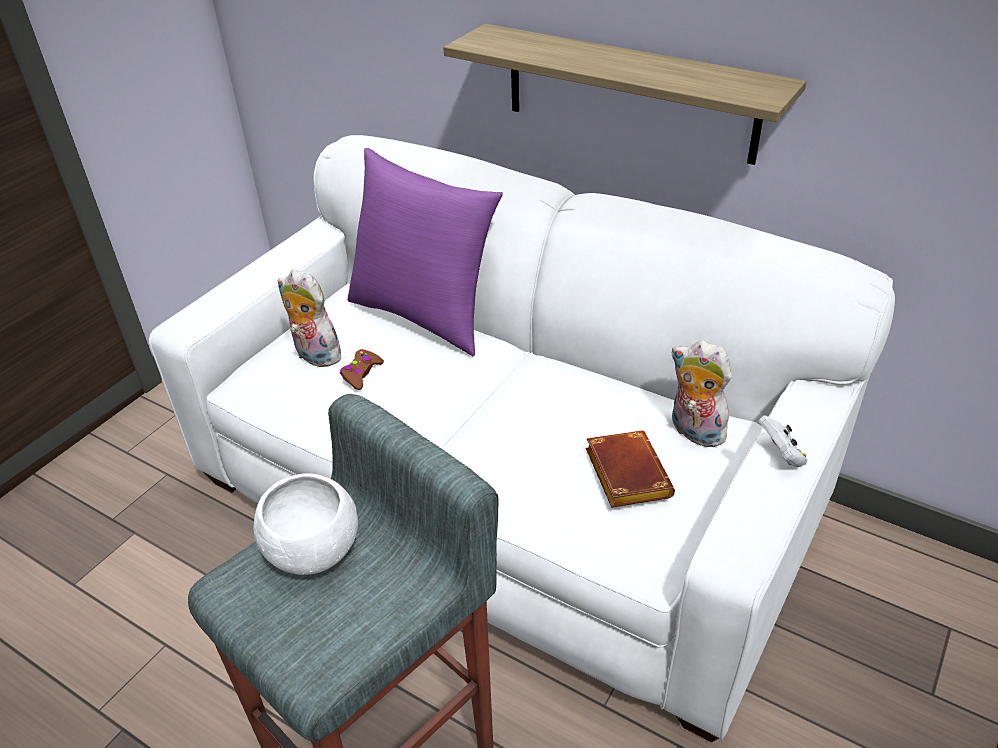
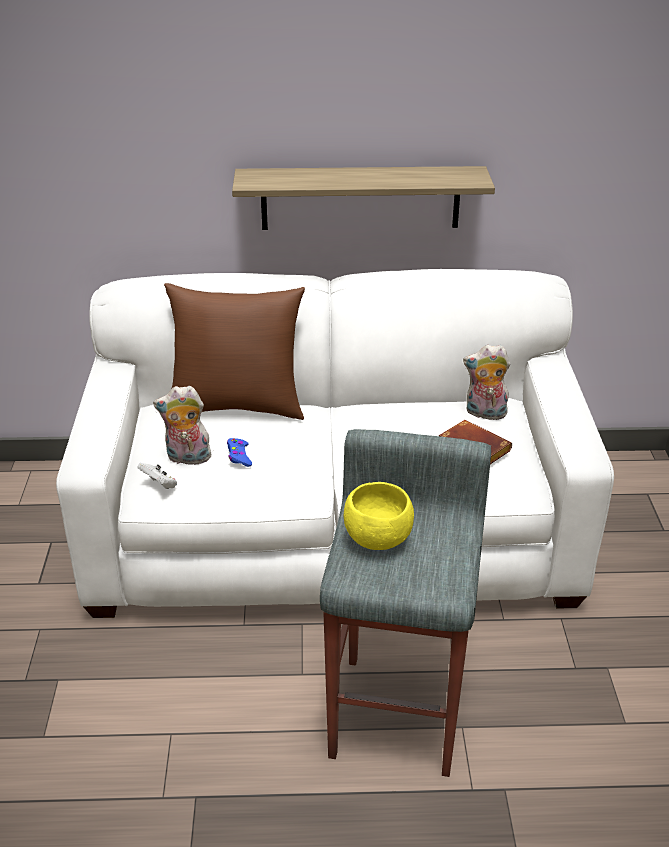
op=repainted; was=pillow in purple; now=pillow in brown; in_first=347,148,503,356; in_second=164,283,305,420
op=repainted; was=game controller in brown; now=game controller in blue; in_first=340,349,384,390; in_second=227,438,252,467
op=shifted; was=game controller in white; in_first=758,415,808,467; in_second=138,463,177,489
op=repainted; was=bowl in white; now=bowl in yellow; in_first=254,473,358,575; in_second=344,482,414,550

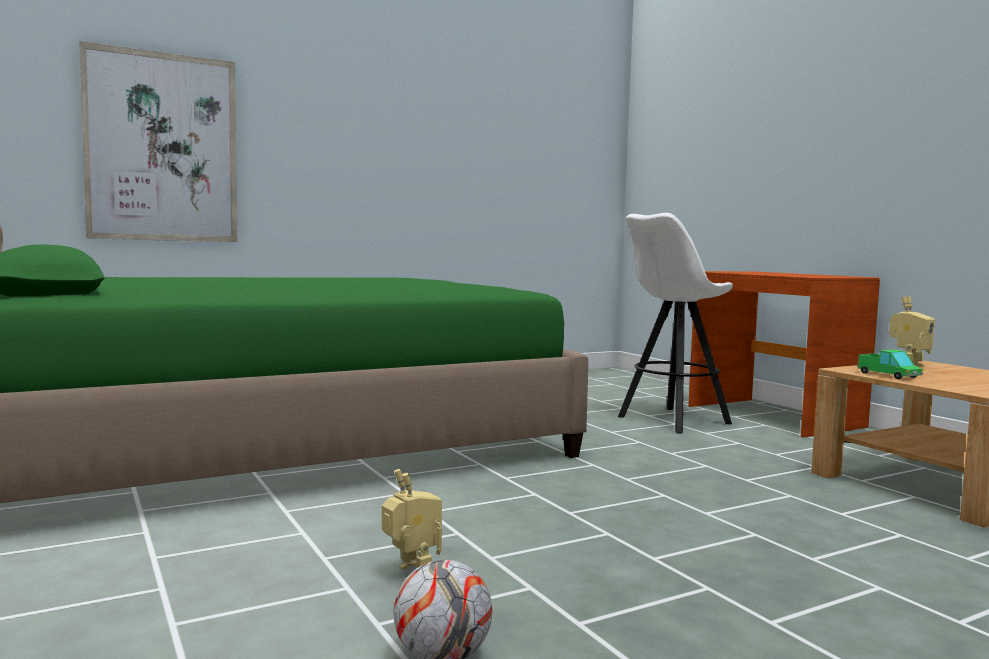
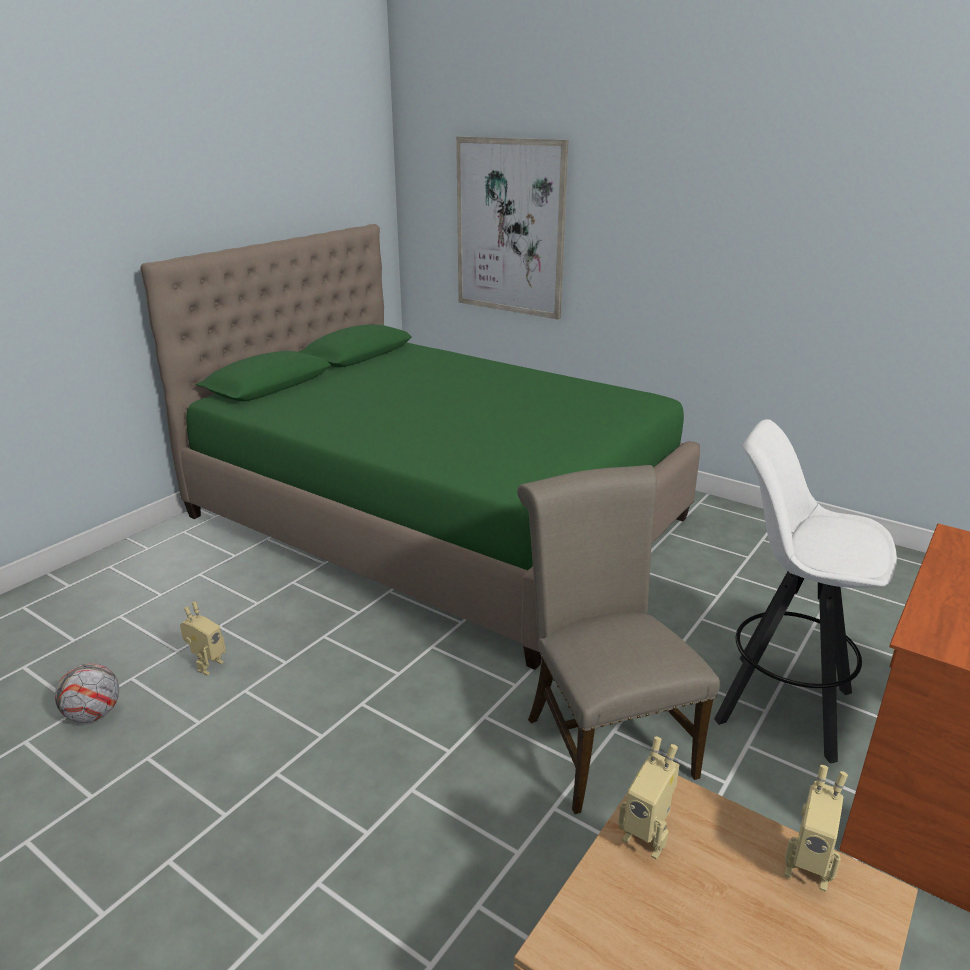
op=swapped; was=toy truck; now=toy robot; in_first=857,350,923,379; in_second=618,737,680,860
op=new; now=chair in beige; in_second=517,465,720,814

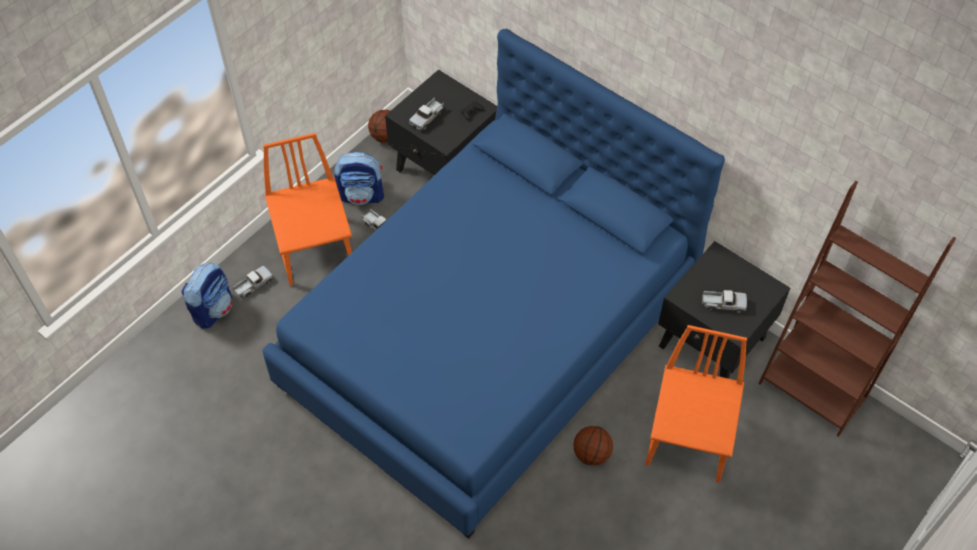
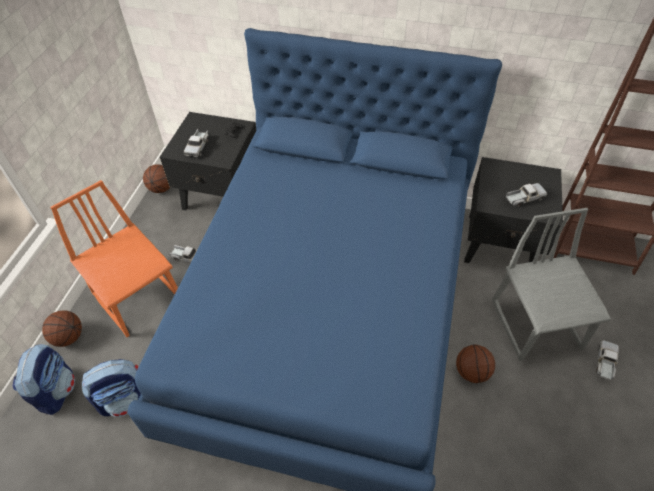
op=shifted; was=backpack; in_first=335,152,384,205; in_second=82,359,141,417
op=shifted; was=toy truck; in_first=233,266,273,297; in_second=596,340,619,380
op=repainted; was=chair in orange; now=chair in grey; in_first=645,325,747,482; in_second=492,208,611,361
op=new; now=basketball; in_second=42,310,82,347

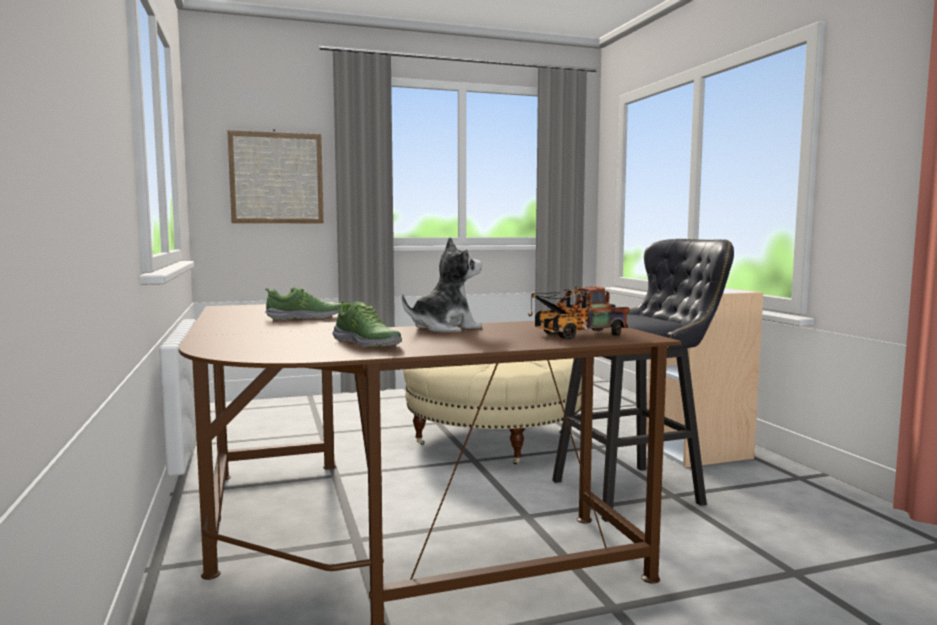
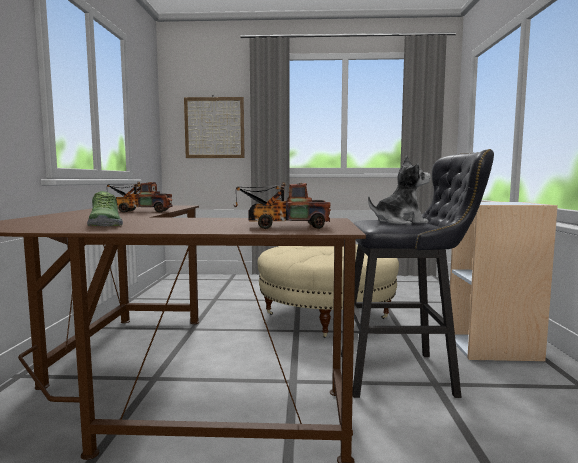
op=shifted; was=plush toy; in_first=402,237,482,332; in_second=368,156,431,225
op=swapped; was=shoe; now=toy truck; in_first=265,286,340,320; in_second=107,182,172,213

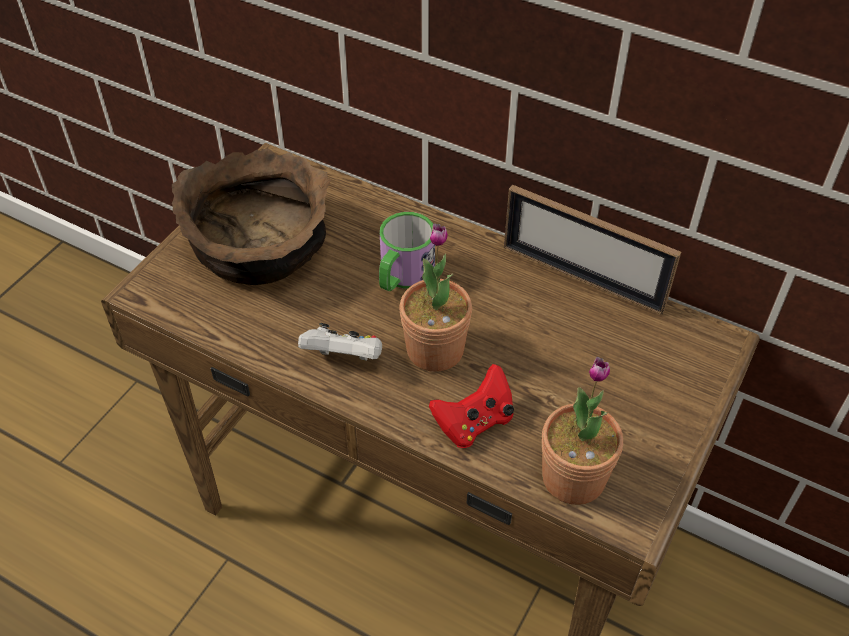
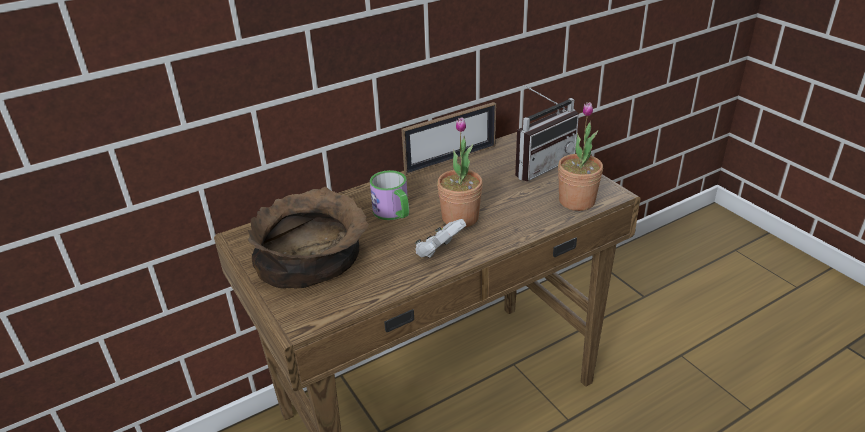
op=gone; was=game controller in red; in_first=429,364,514,448
op=new; now=radio; in_second=515,85,579,181

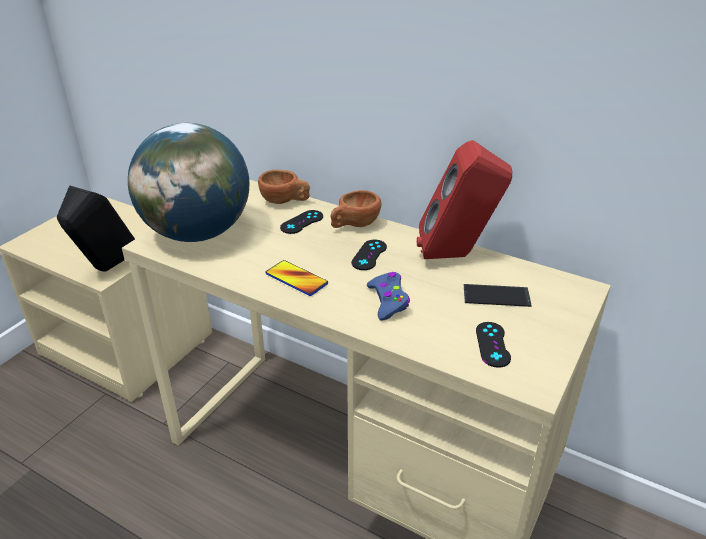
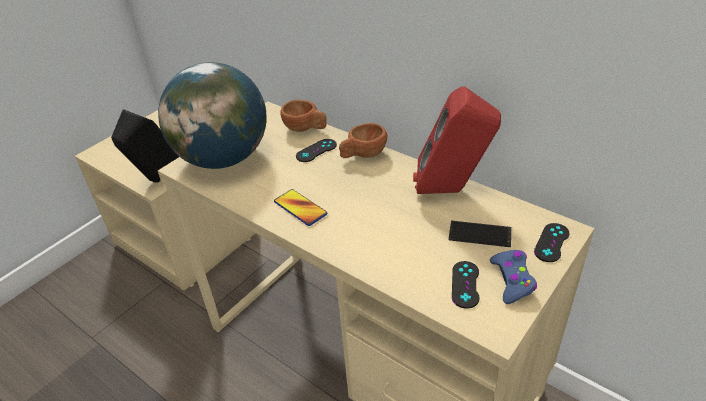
op=shifted; was=game controller in black; in_first=351,240,387,270; in_second=534,223,569,262
op=shifted; was=game controller in blue; in_first=367,272,410,320; in_second=490,250,537,304

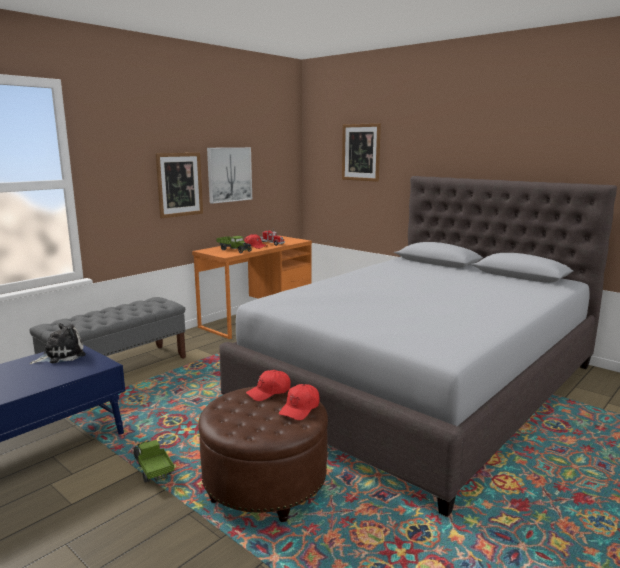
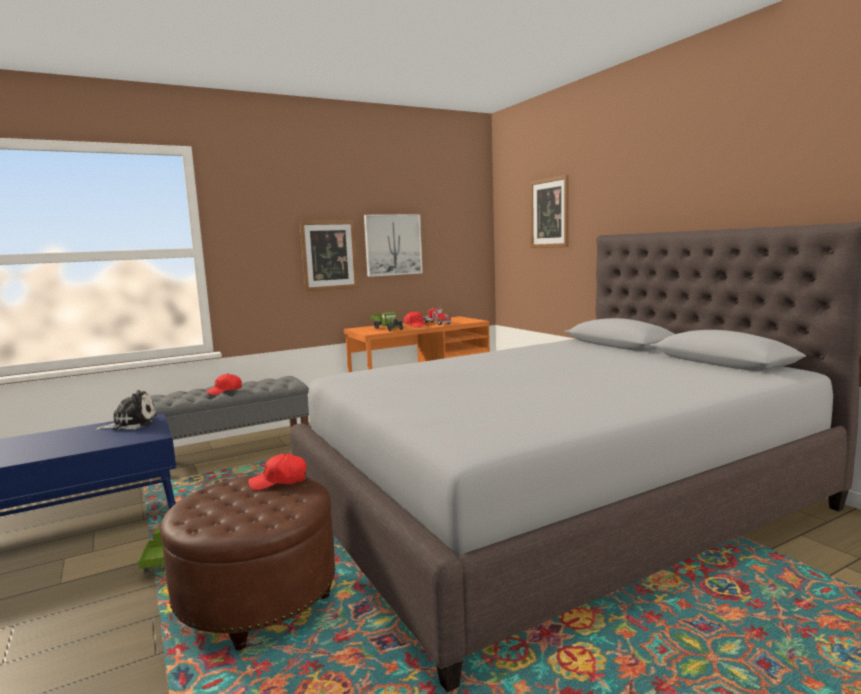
op=shifted; was=cap in red; in_first=279,384,320,420; in_second=205,373,242,395

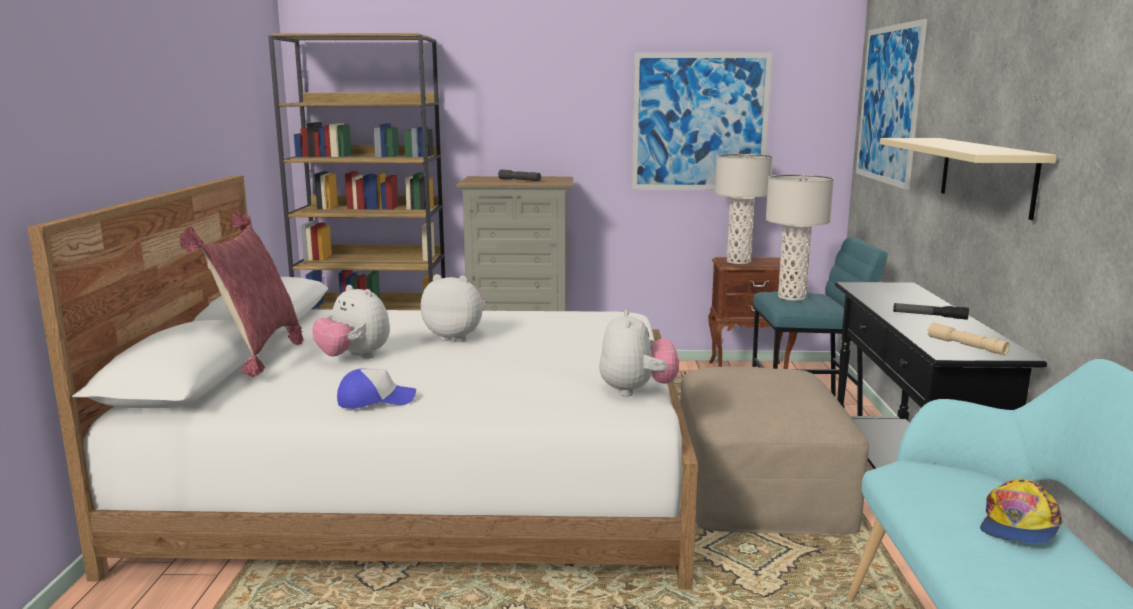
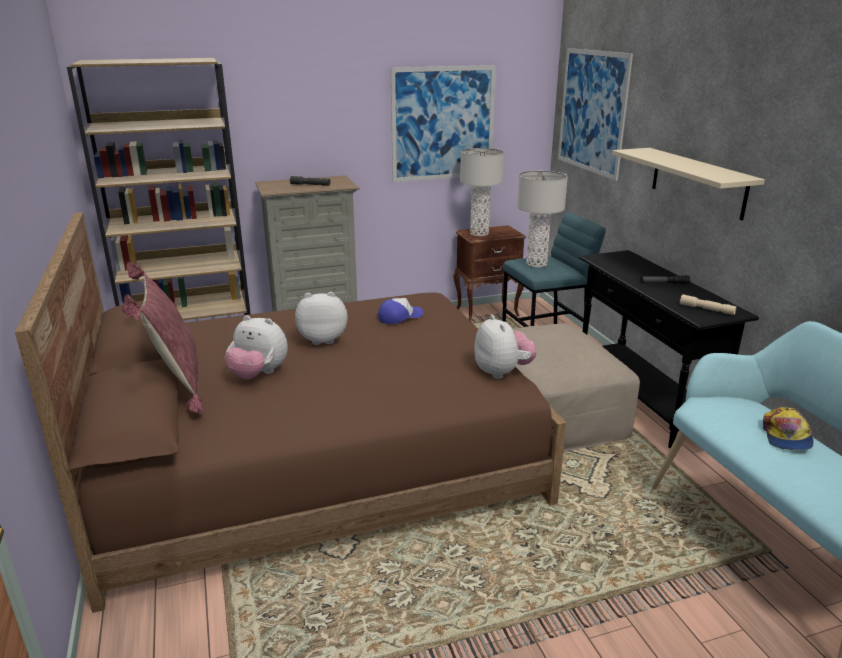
op=repainted; was=bed in white; now=bed in brown; in_first=27,175,698,589; in_second=15,212,566,613
op=shifted; was=cap; in_first=337,368,416,409; in_second=378,298,423,324

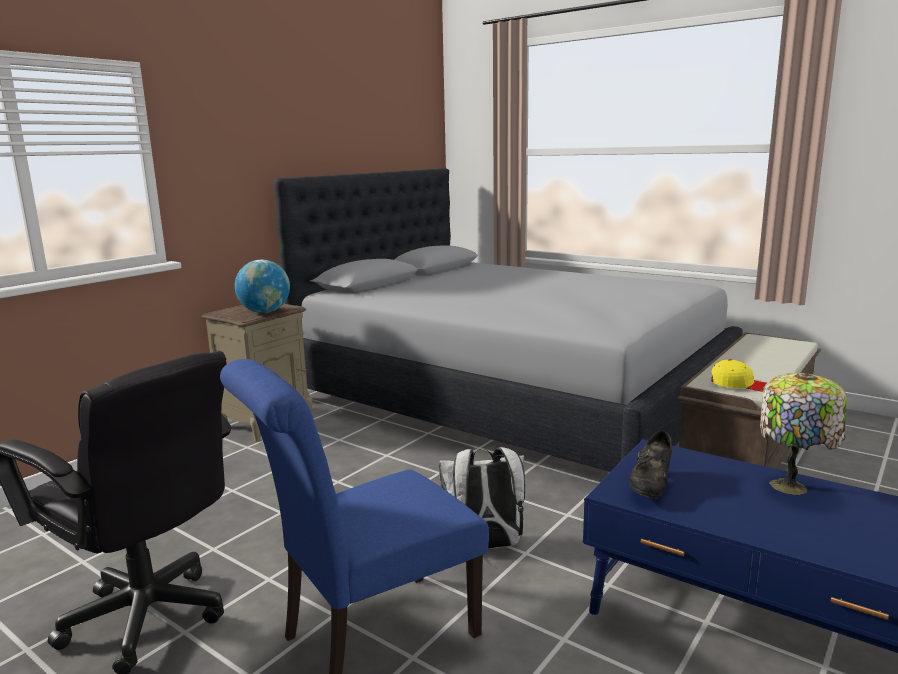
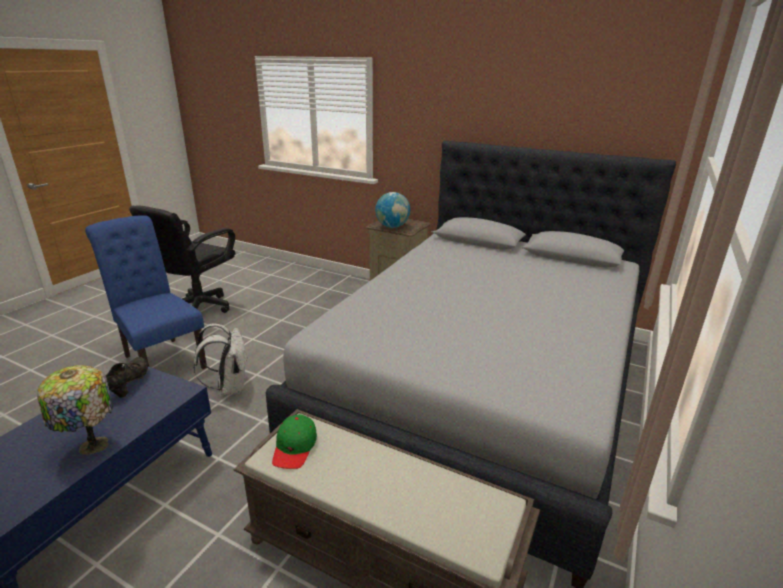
op=repainted; was=cap in yellow; now=cap in green; in_first=711,359,766,392; in_second=272,414,317,469
op=rotated; was=shoe in black; in_first=630,431,672,499; in_second=105,357,148,398; clockwise=75

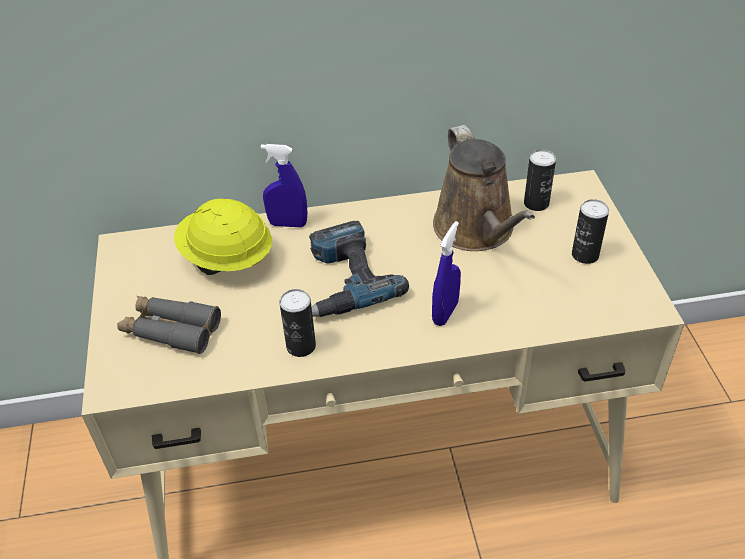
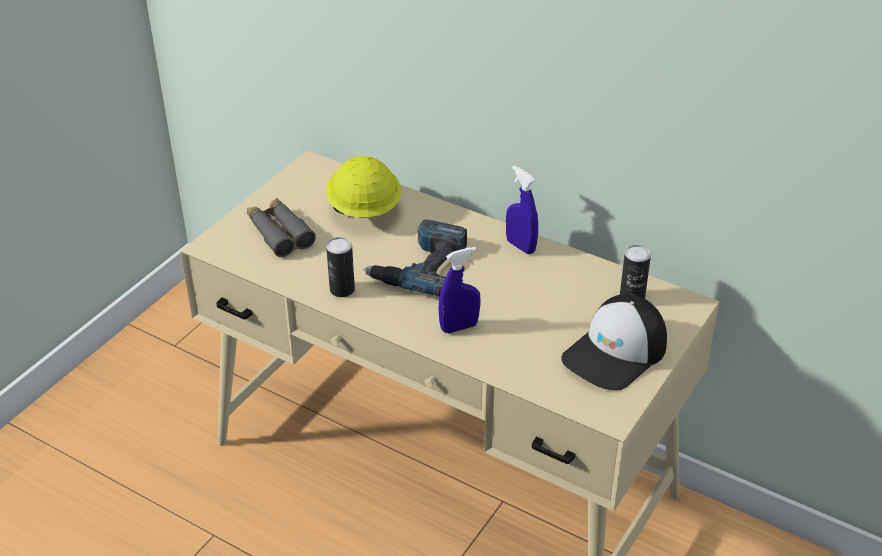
op=gone; was=watering can in brown; in_first=433,125,535,251
op=shifted; was=spray bottle in blue; in_first=261,144,307,228; in_second=506,166,538,254
op=swapped; was=can; now=cap; in_first=572,199,609,264; in_second=561,294,667,390

